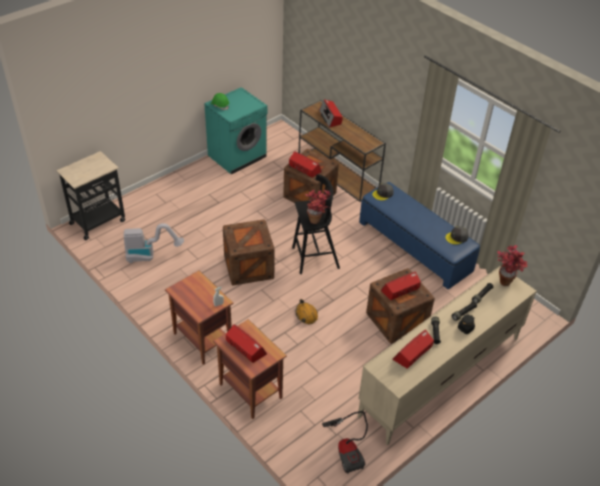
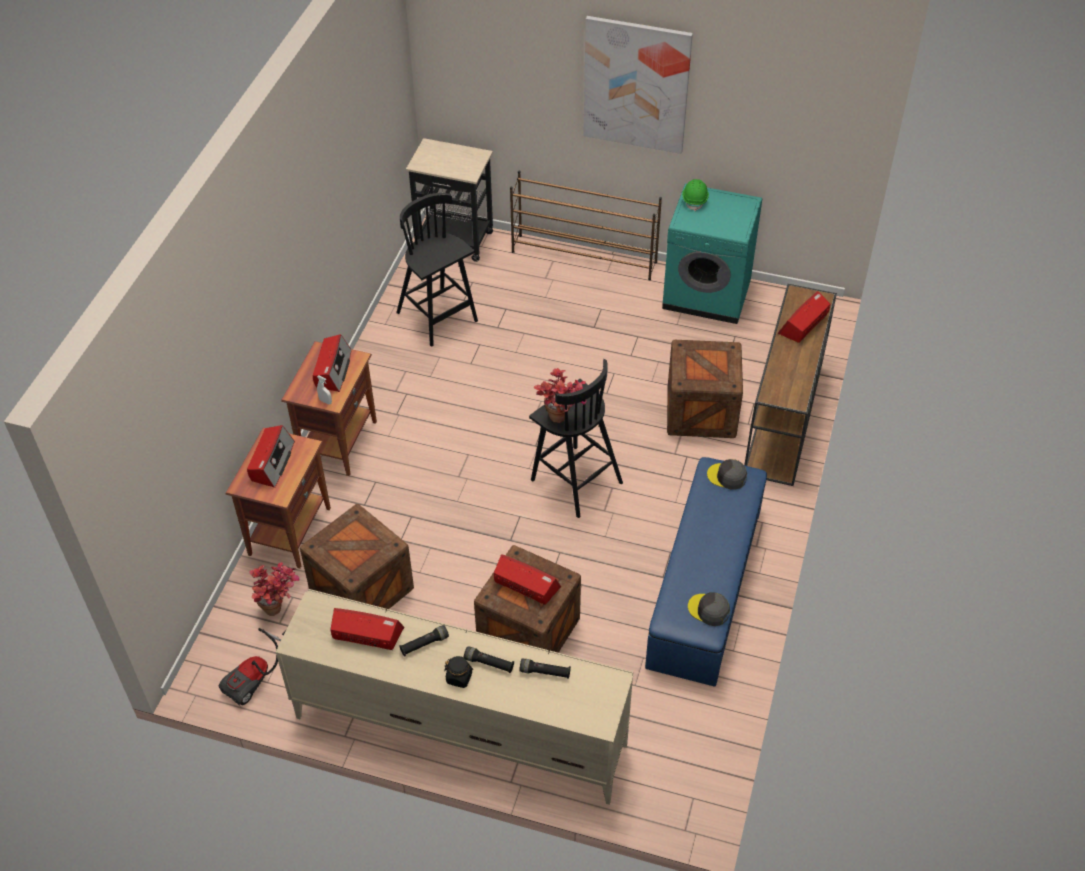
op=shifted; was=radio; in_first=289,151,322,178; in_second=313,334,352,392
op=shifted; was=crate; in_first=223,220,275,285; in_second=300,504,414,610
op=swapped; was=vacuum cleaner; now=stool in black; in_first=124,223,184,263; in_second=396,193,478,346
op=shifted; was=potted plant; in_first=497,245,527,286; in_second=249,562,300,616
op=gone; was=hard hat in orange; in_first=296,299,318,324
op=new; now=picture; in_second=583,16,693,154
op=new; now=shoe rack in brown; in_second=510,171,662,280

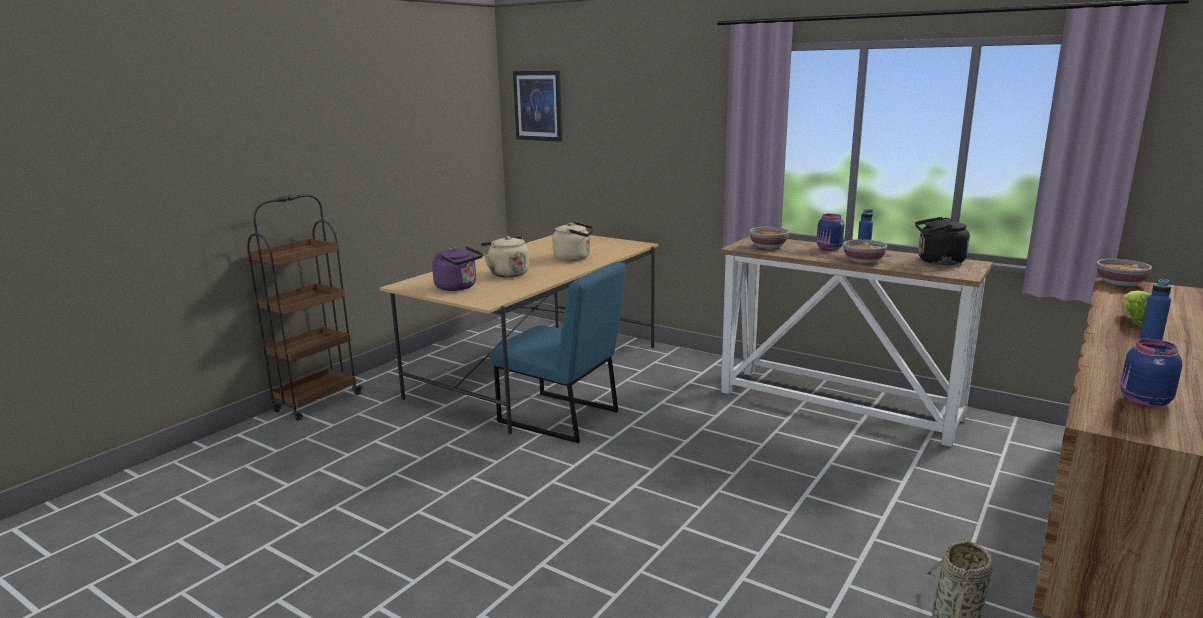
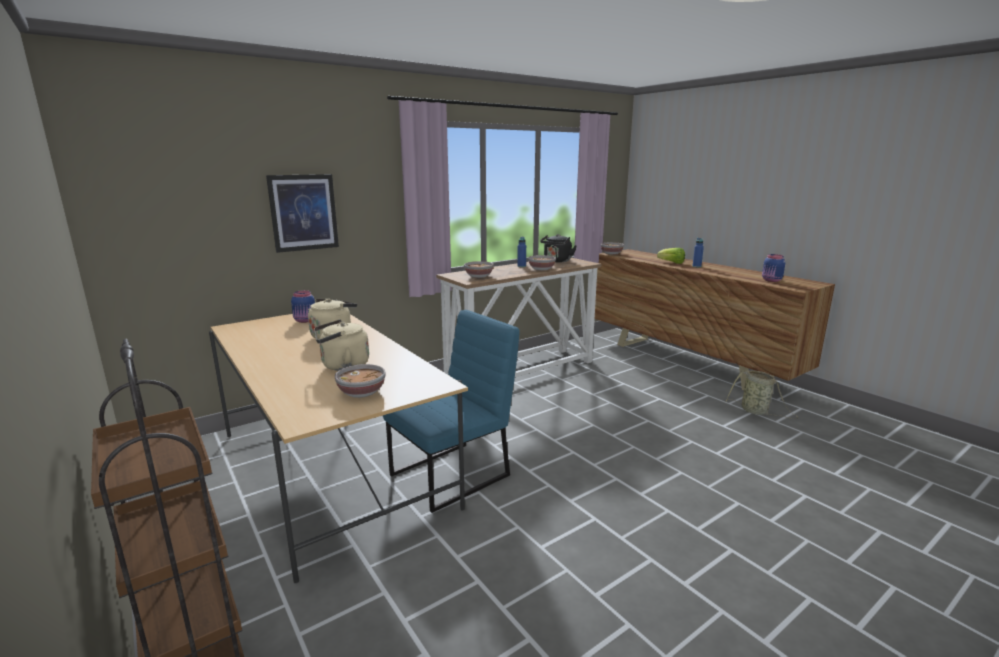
op=shifted; was=picture; in_first=513,71,562,142; in_second=266,174,339,253
op=shifted; was=jar in blue; in_first=817,214,844,251; in_second=291,290,315,323
op=swapped; was=kettle in purple; now=bowl; in_first=432,246,483,291; in_second=335,364,385,398

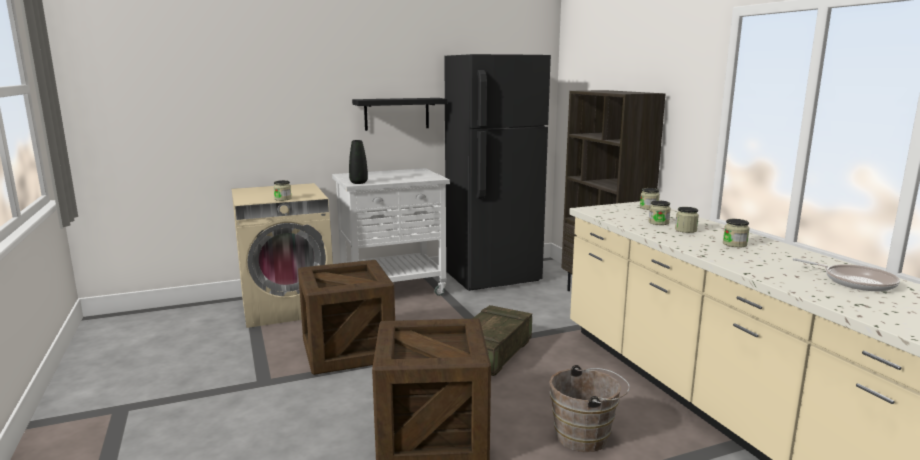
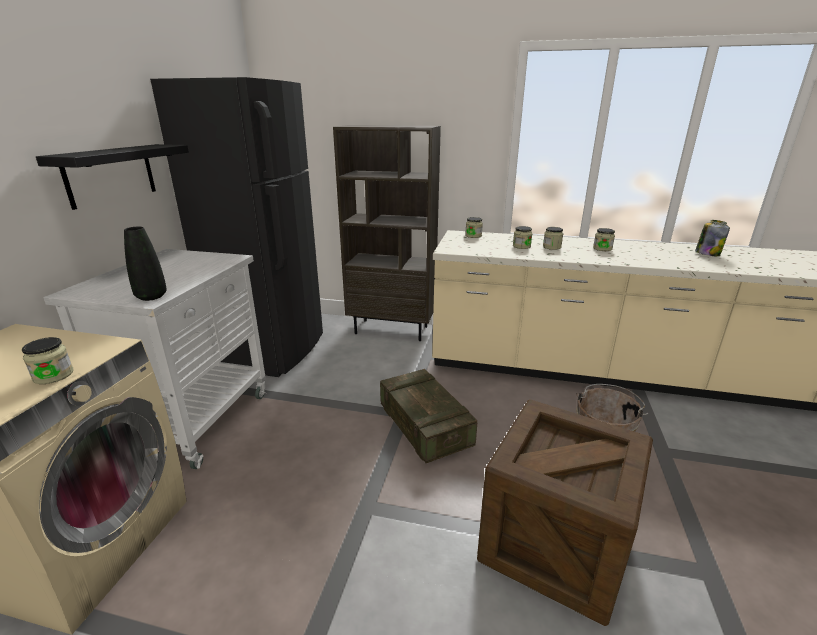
op=swapped; was=frying pan; now=jar; in_first=793,258,900,291; in_second=695,220,730,256
op=gone; was=crate; in_first=298,260,395,375

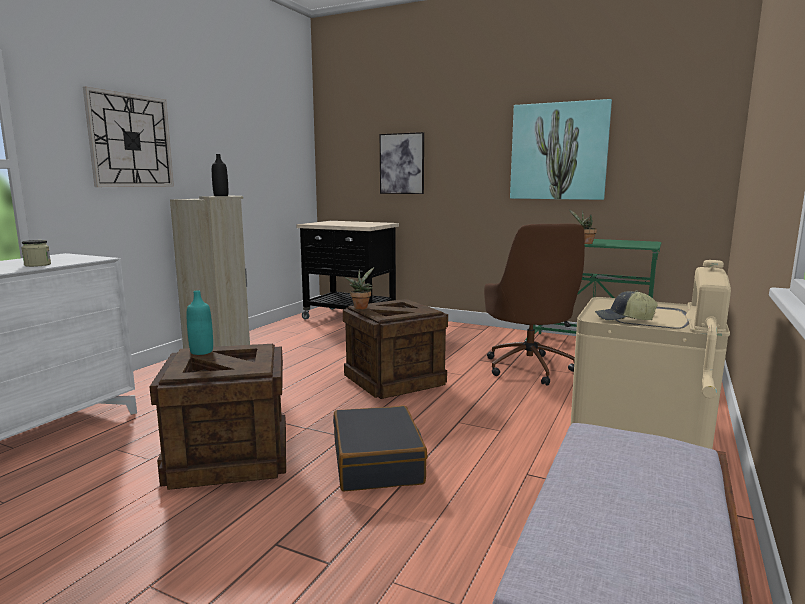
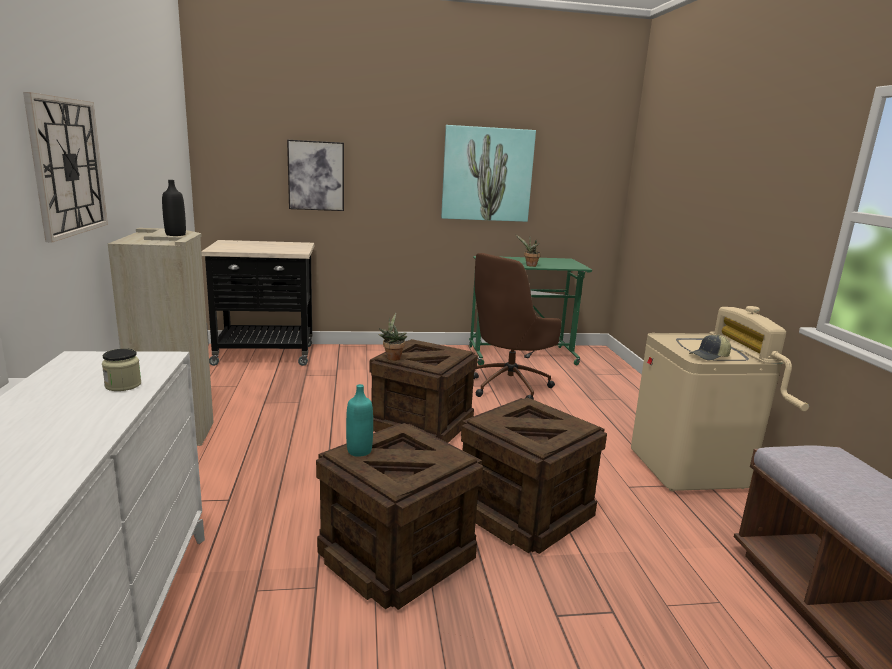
op=rotated; was=office chair in brown; in_first=484,224,585,386; in_second=474,253,562,400; clockwise=90
op=swapped; was=suitcase in black; now=crate; in_first=333,405,428,491; in_second=461,398,607,554

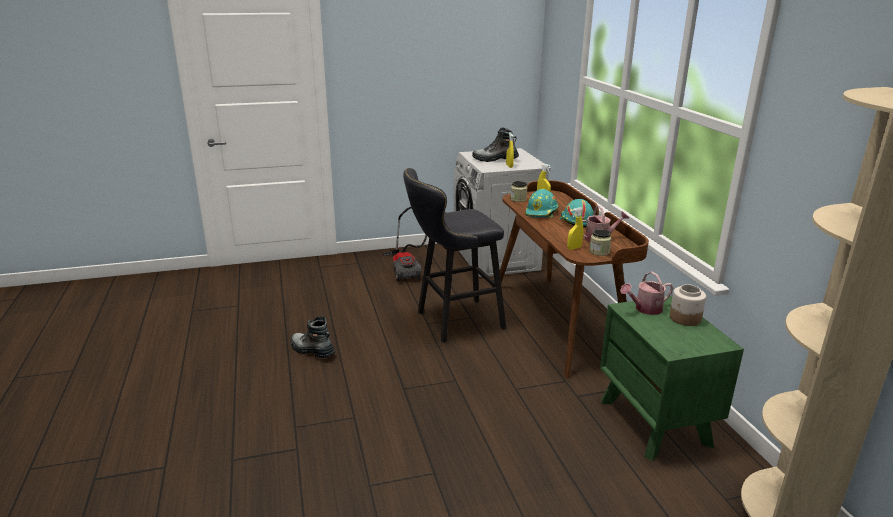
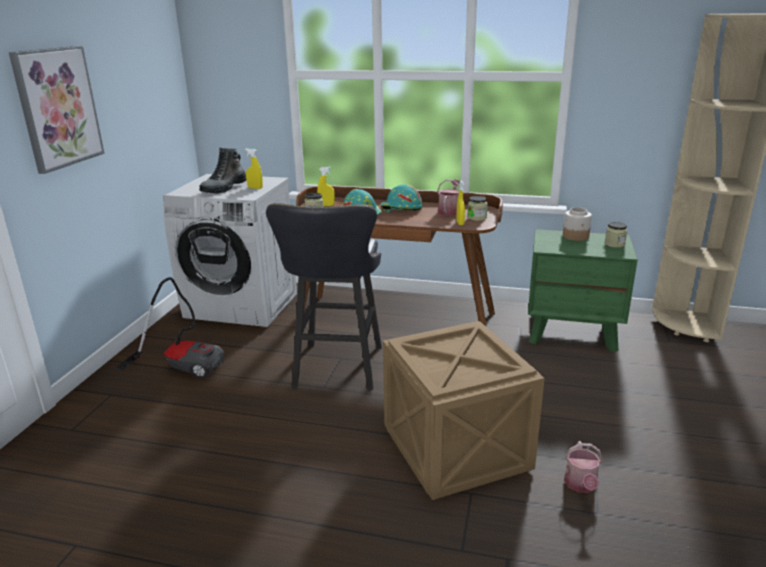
op=shifted; was=watering can; in_first=620,272,673,315; in_second=564,441,603,493
op=gone; was=boot; in_first=291,316,335,358
op=new; now=picture; in_second=9,46,104,174
op=new; now=jar; in_second=605,222,627,248
op=new; now=crate; in_second=383,321,545,500

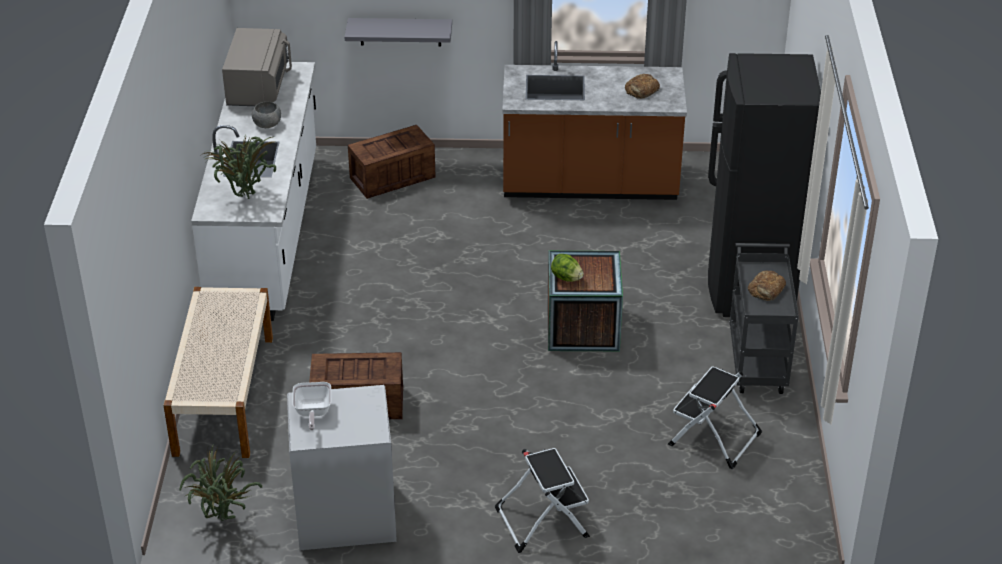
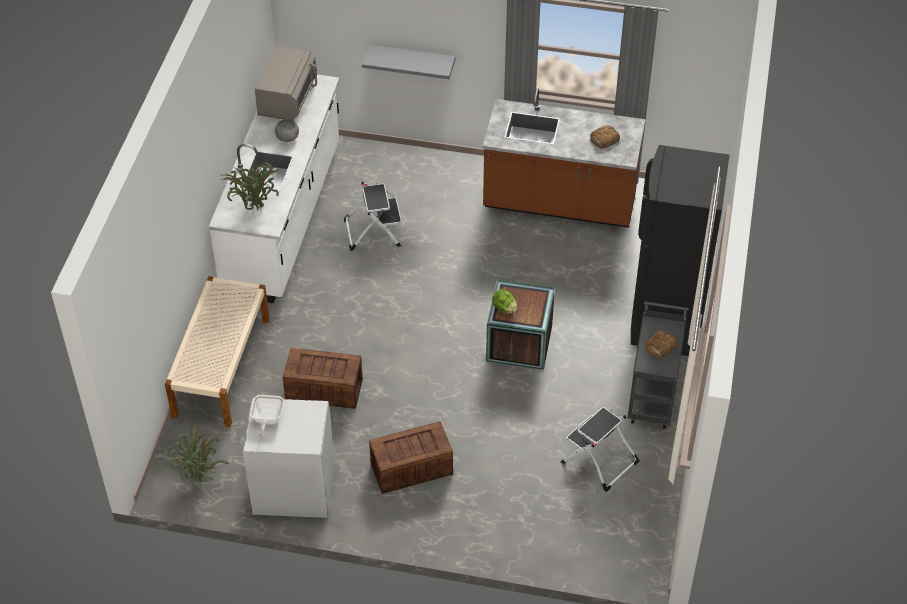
op=shifted; was=crate; in_first=348,125,436,199; in_second=369,421,453,494
op=shifted; was=step ladder; in_first=495,448,590,553; in_second=344,182,402,251

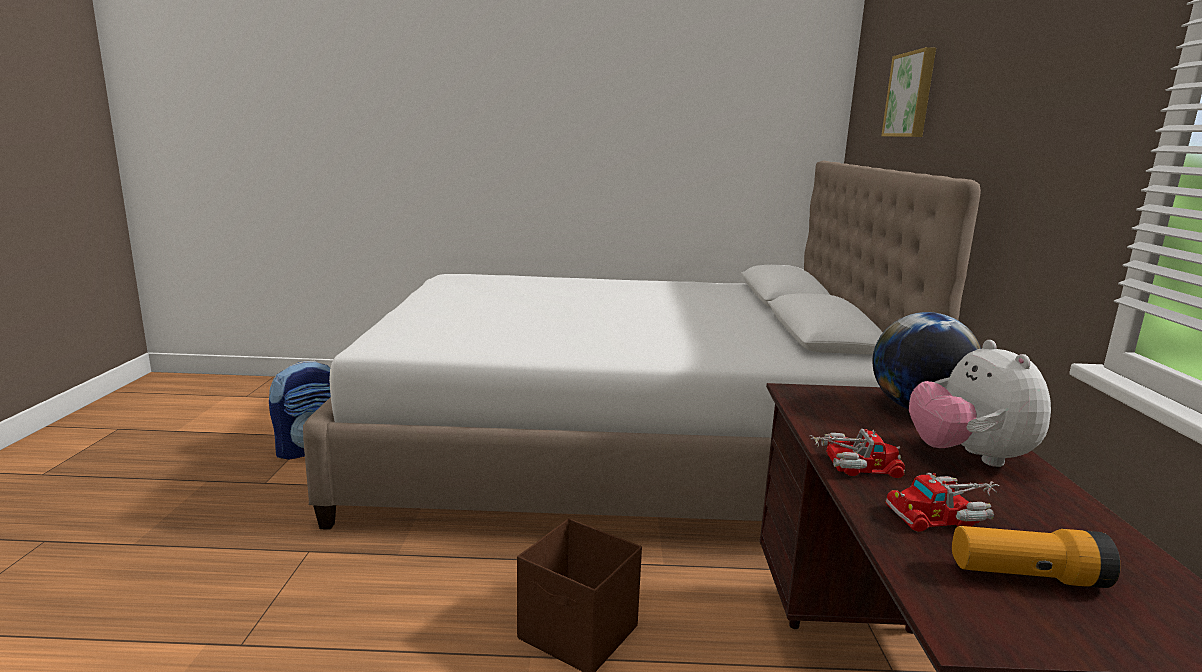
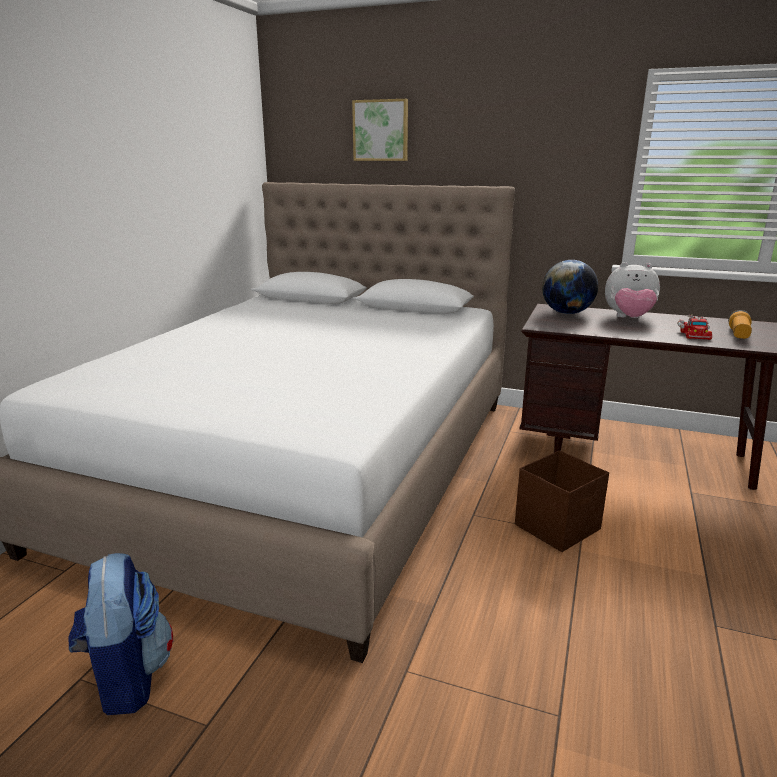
op=gone; was=toy truck; in_first=810,429,905,478

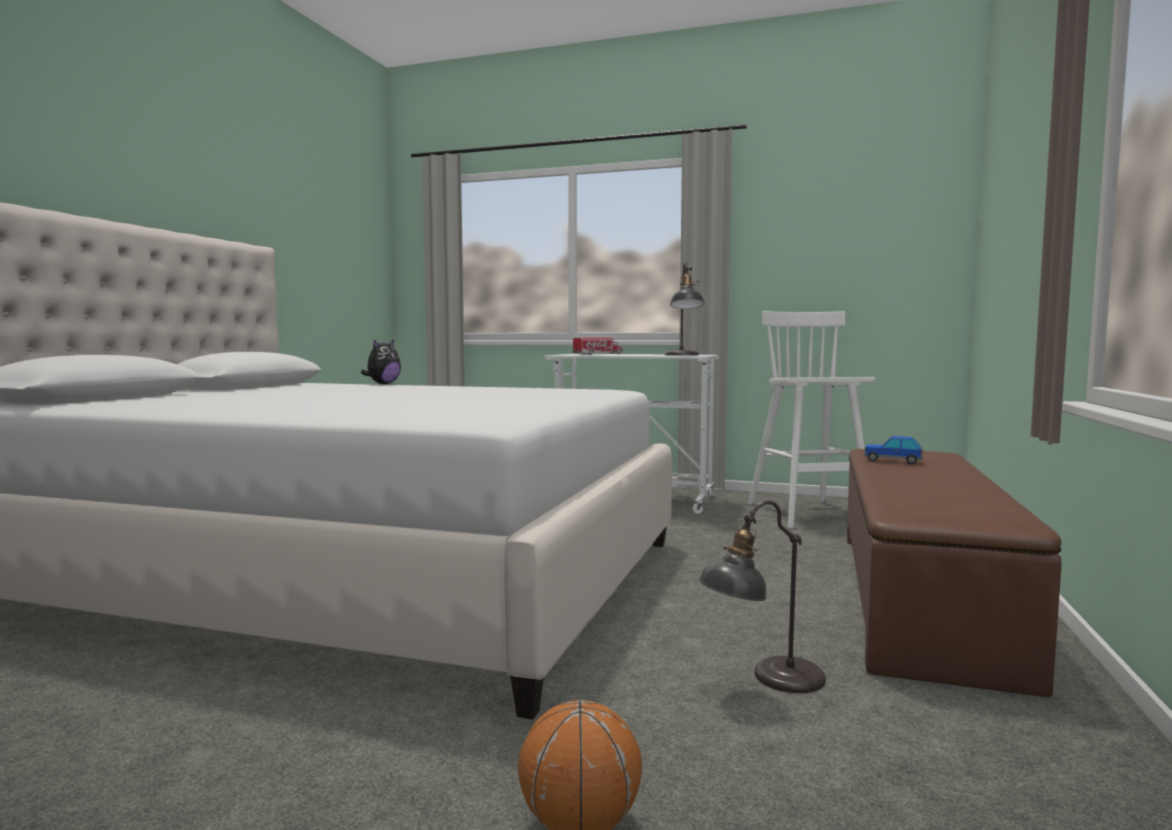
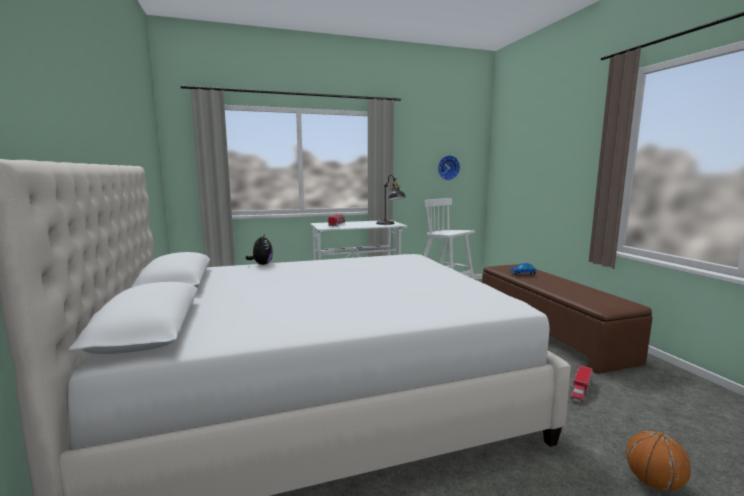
op=swapped; was=table lamp in grey; now=toy truck; in_first=699,500,826,693; in_second=570,366,593,403
op=new; now=wall clock; in_second=438,155,460,181

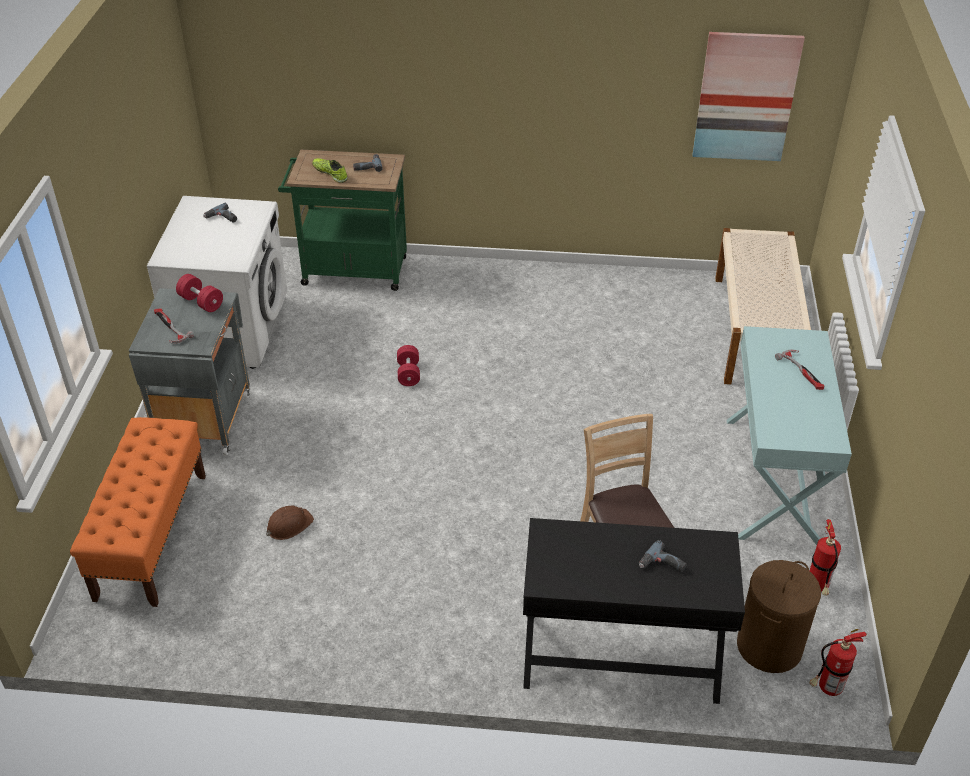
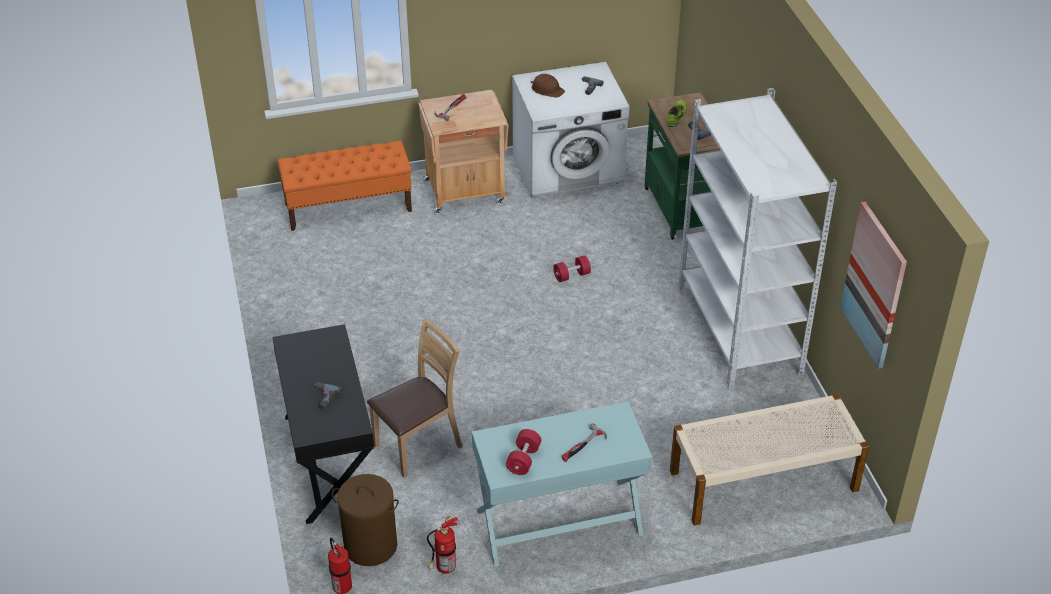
op=shifted; was=dumbbell in red; in_first=176,274,223,312; in_second=506,429,541,475
op=repainted; was=cart in grey; now=cart in brown; in_first=129,288,251,455; in_second=418,90,509,214
op=shifted; was=hard hat in brown; in_first=266,506,314,540; in_second=531,74,565,98
op=new; now=bookcase in white; in_second=678,88,837,389

